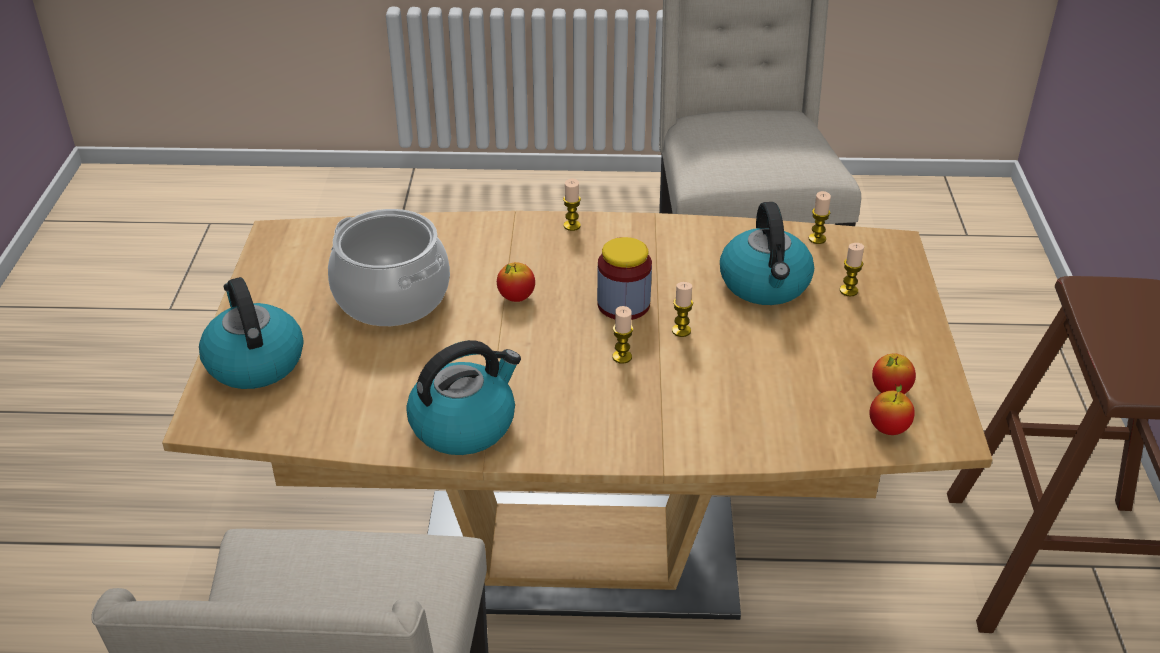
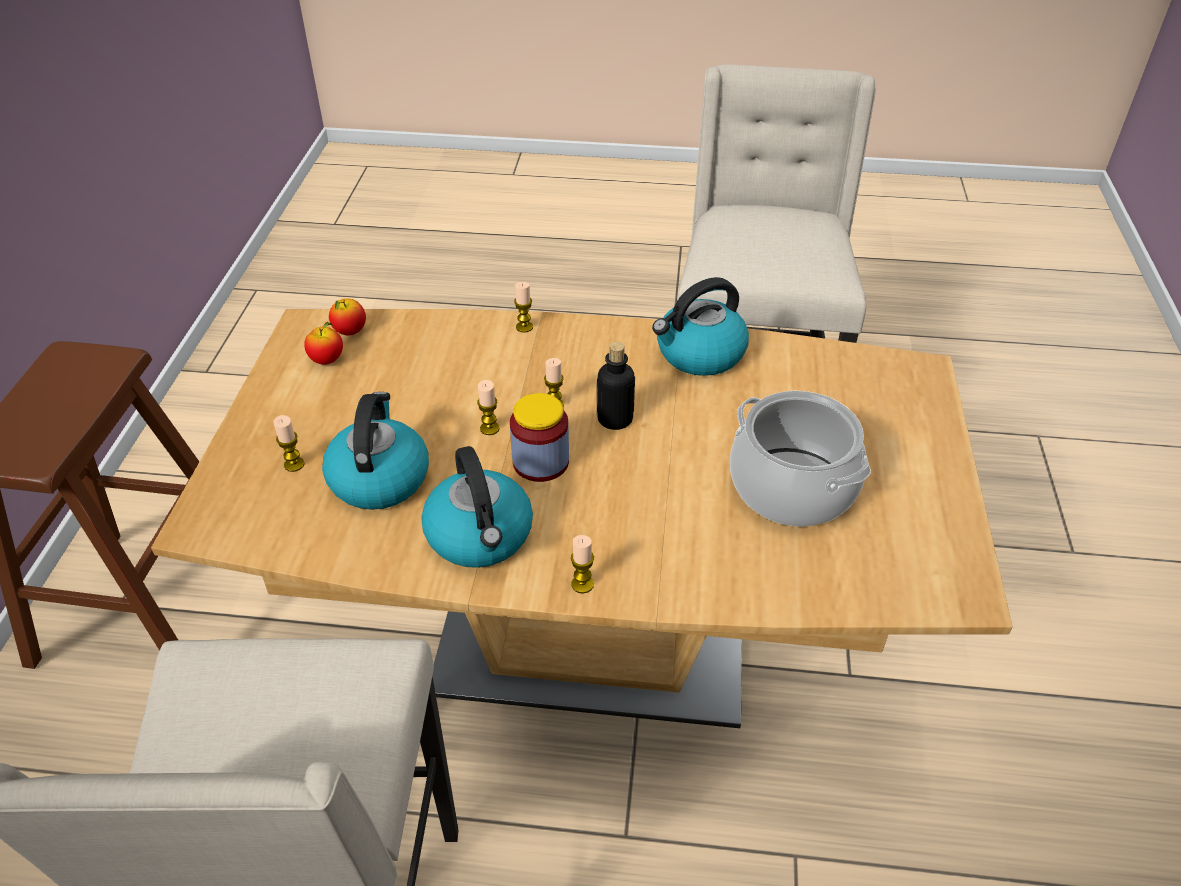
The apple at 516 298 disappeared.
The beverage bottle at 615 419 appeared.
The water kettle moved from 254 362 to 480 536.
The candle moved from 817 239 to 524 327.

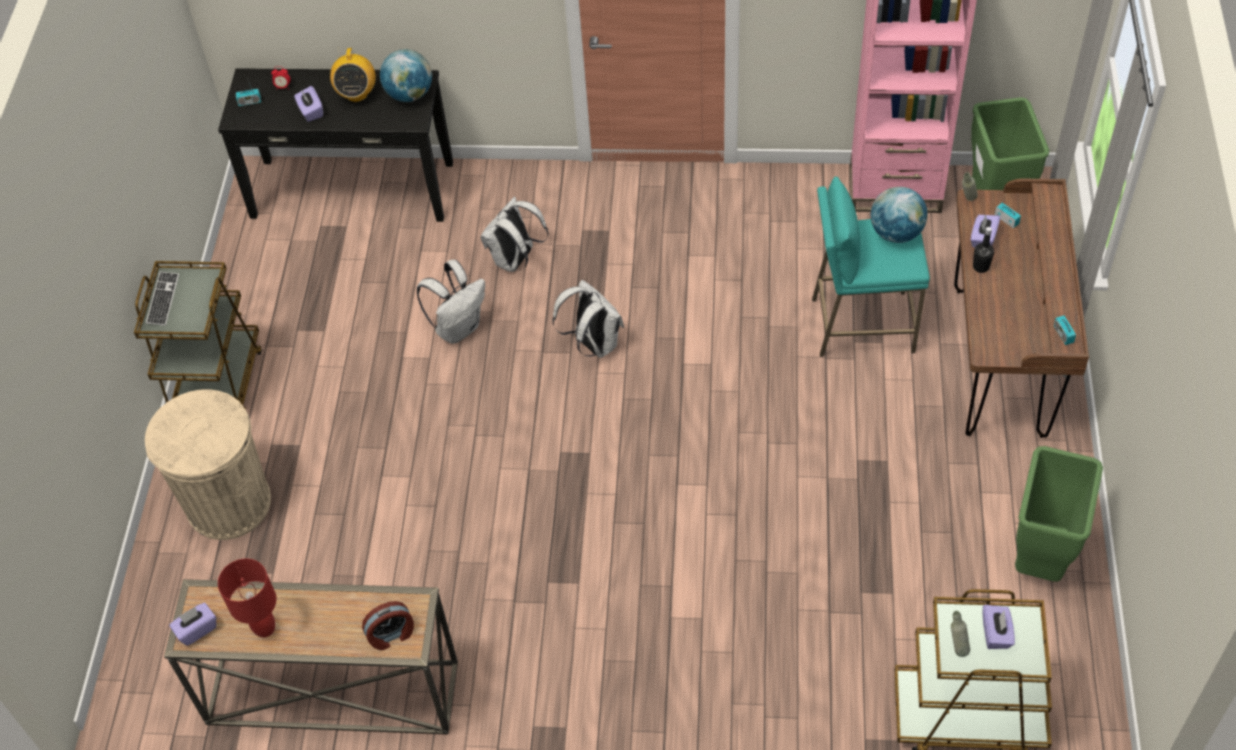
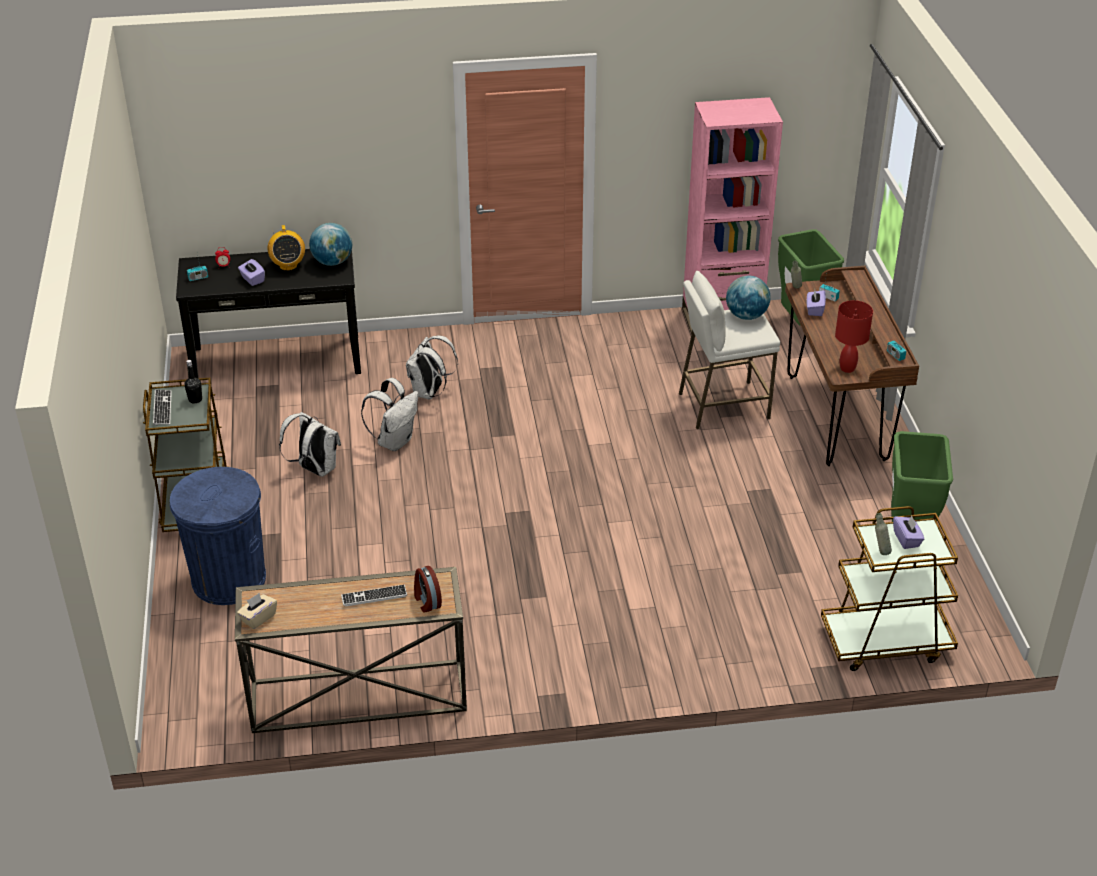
The PC keyboard at 374 596 appeared.
The red table lamp moved from 265 628 to 847 368.
The whitish knapsack moved from 593 344 to 315 469.
The black-coloured beverage bottle moved from 981 267 to 195 399.
The sand-coloured rubbish bin at 229 503 became the blue-coloured rubbish bin at 229 579.
The purple-coloured tissue box at 197 629 became the sand-coloured tissue box at 258 618.
The blue-green stool seat at 862 325 became the whitish stool seat at 723 406.
The bedside clock at 391 635 turned 105 degrees clockwise.

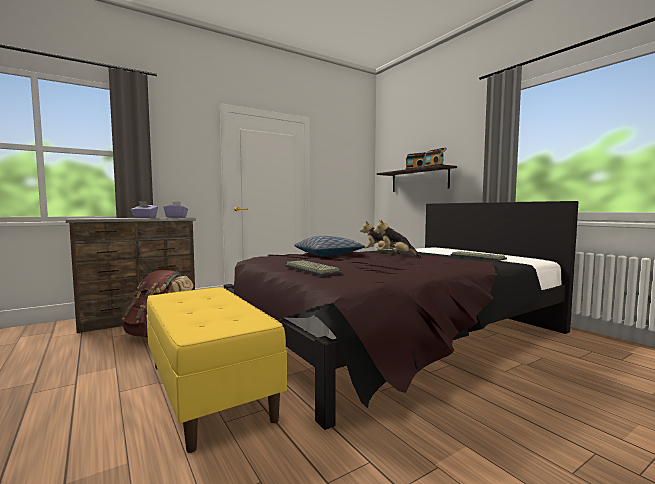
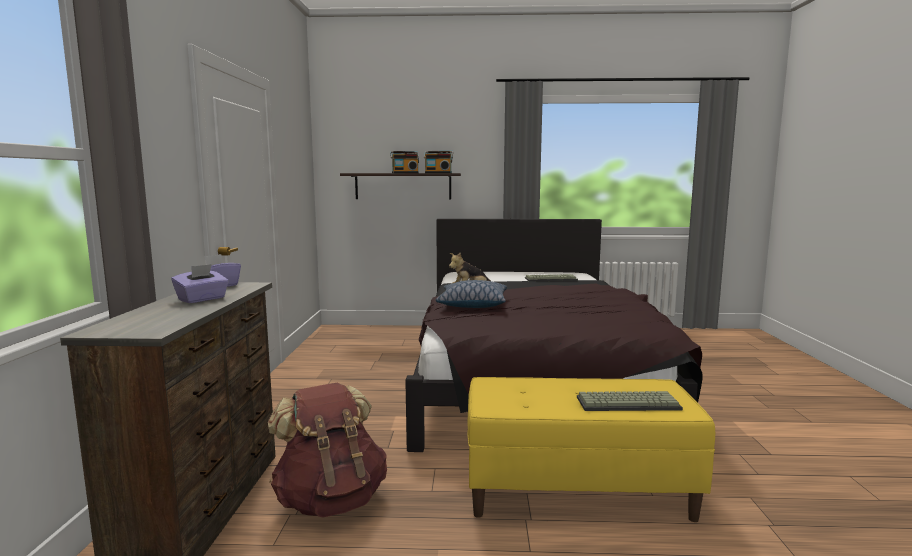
The plush toy at 395 255 disappeared.
The PC keyboard moved from 312 269 to 628 403.

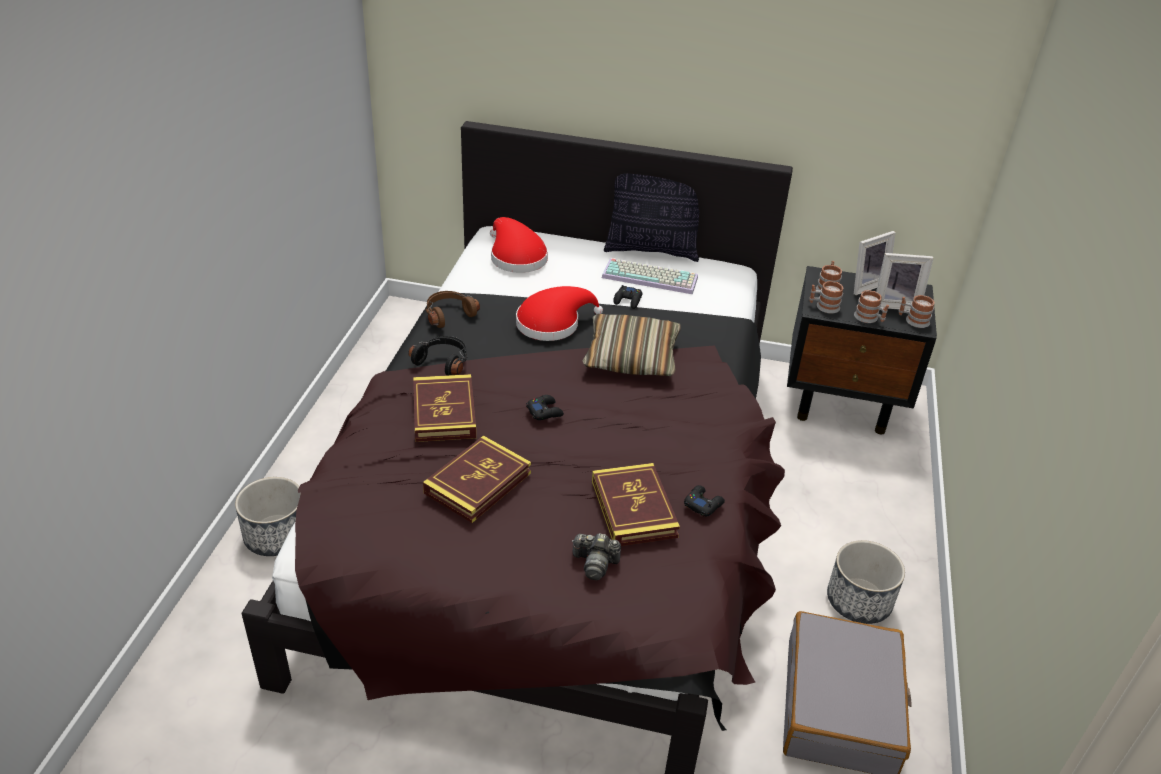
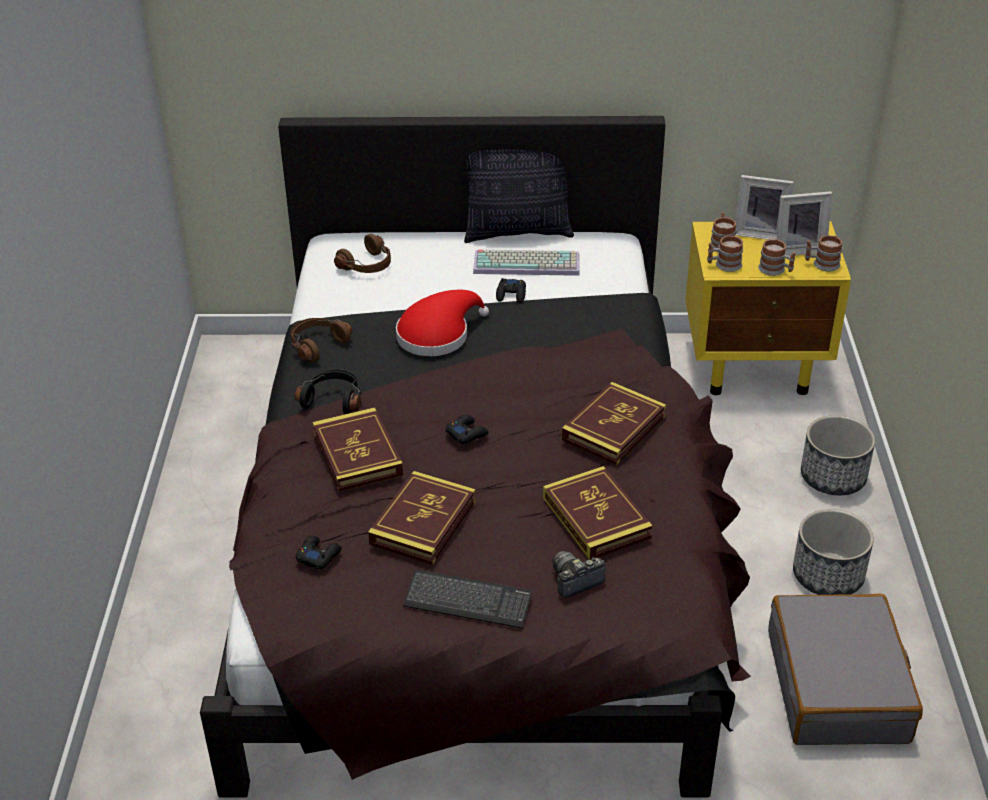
The throw pillow at 631 357 disappeared.
The PC keyboard at 468 601 appeared.
The volume at 613 428 appeared.
The planter moved from 277 536 to 833 477.
The black-coloured joypad moved from 703 504 to 318 556.
The red wearable hat at 516 257 was replaced by the brown-coloured headset at 368 266.
The black-coloured night table at 843 402 became the yellowish night table at 755 367.
The still camera at 595 563 turned 150 degrees clockwise.
The picture frame at 864 284 turned 60 degrees clockwise.

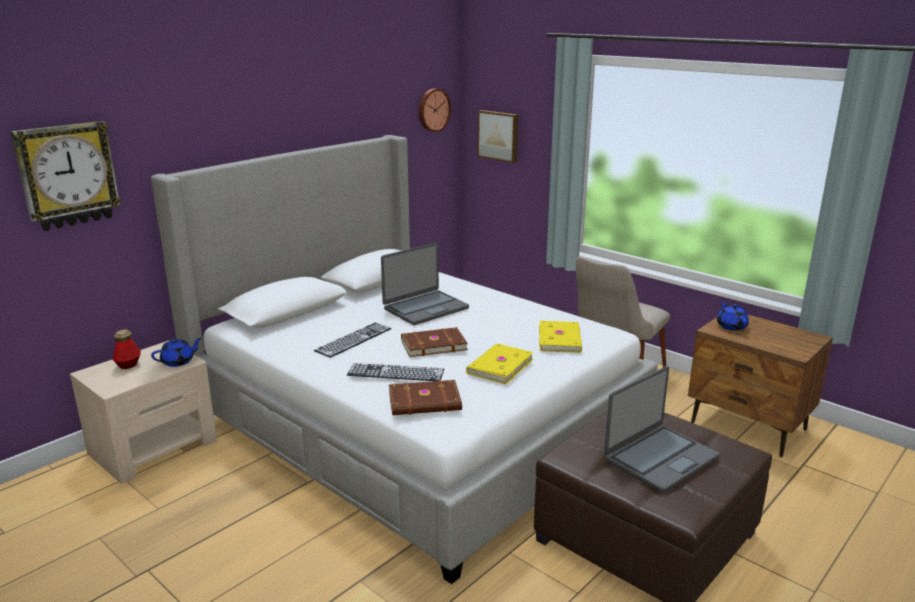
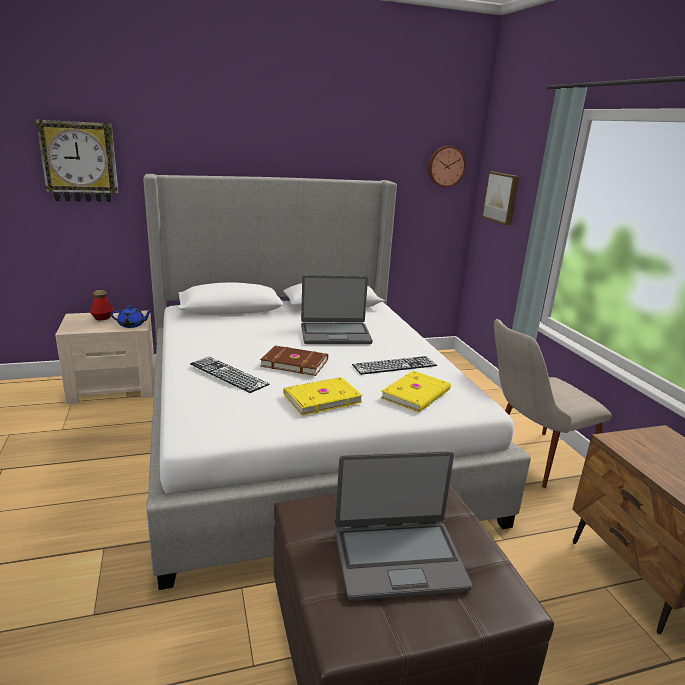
The brown-coloured volume at 425 402 disappeared.
The blue-coloured tea pot at 731 326 disappeared.
The PC keyboard moved from 354 339 to 394 365.

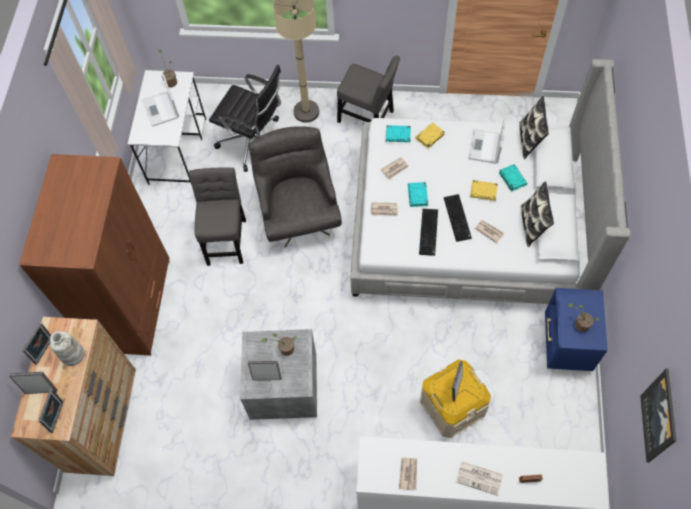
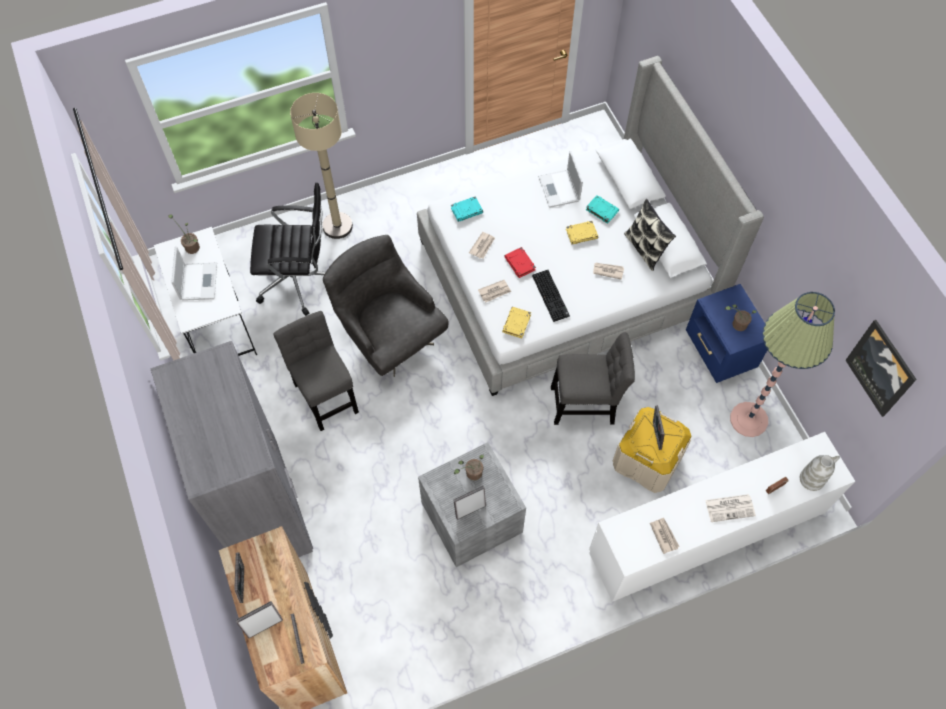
The PC keyboard at 458 218 disappeared.
The throw pillow at 529 140 disappeared.
The floor lamp at 748 419 appeared.
The whitish vase moved from 73 354 to 812 479.
The grey chair moved from 368 118 to 586 404.
The yellowish volume moved from 430 137 to 516 324.
The brown-coloured clothes cupboard at 134 305 became the grey clothes cupboard at 263 507.
The blue-green volume at 418 196 became the red volume at 520 264.
The portable computer at 161 109 turned 135 degrees counterclockwise.

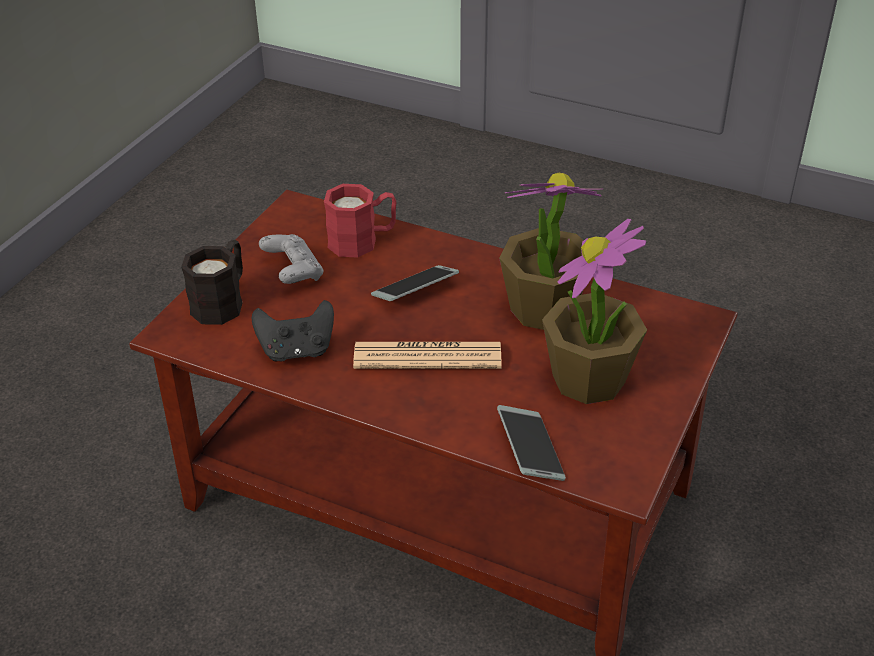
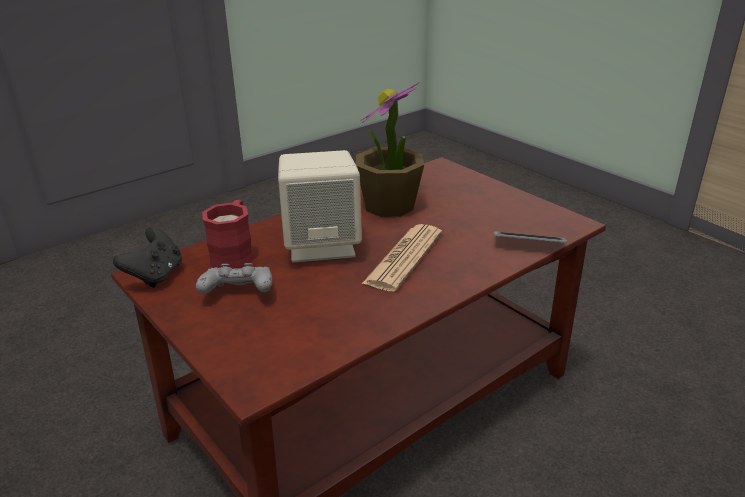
The black-coloured coffee mug at 223 301 disappeared.
The plant in a pot at 589 380 disappeared.
The black-coloured joypad moved from 297 351 to 155 275.
The phone at 415 290 was replaced by the sand-coloured loudspeaker at 322 245.

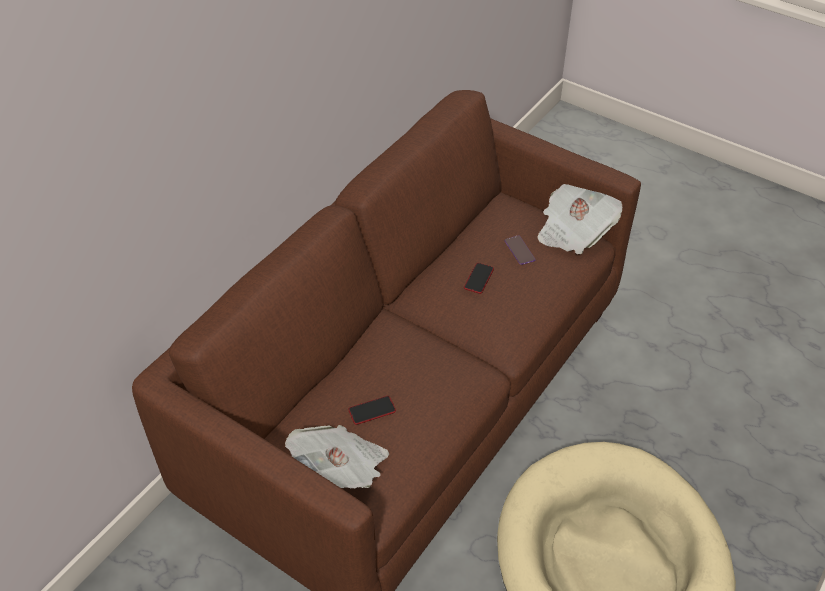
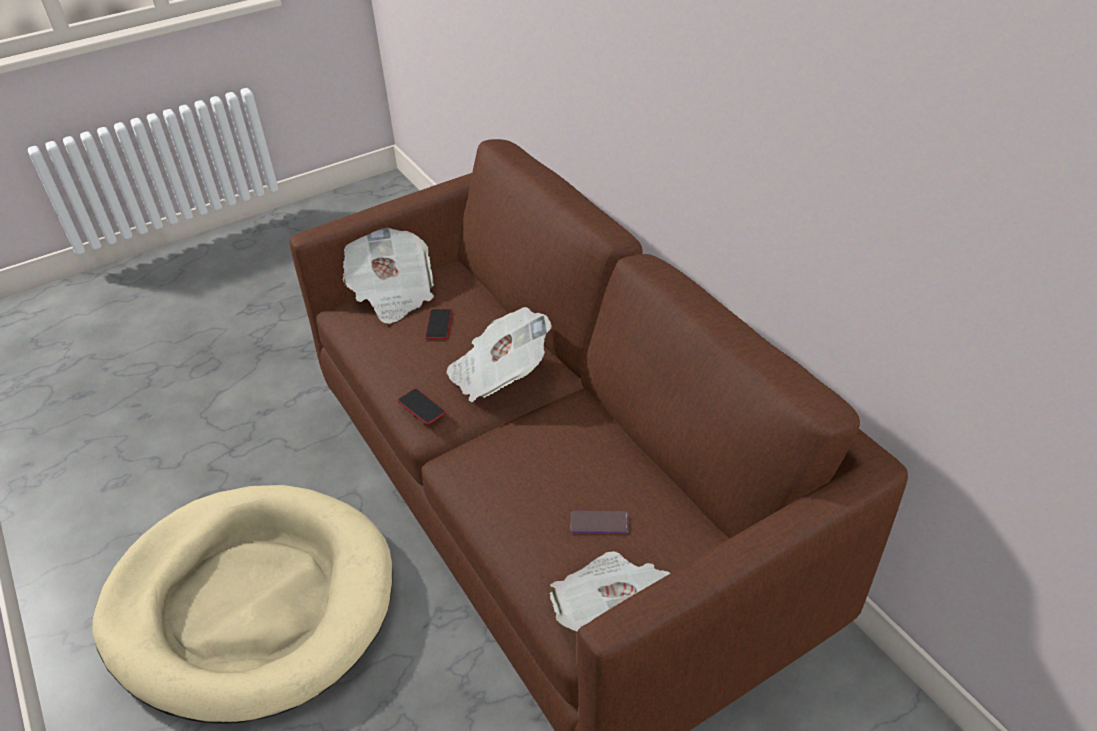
The newspaper at 499 374 appeared.
The phone moved from 478 278 to 421 407.

